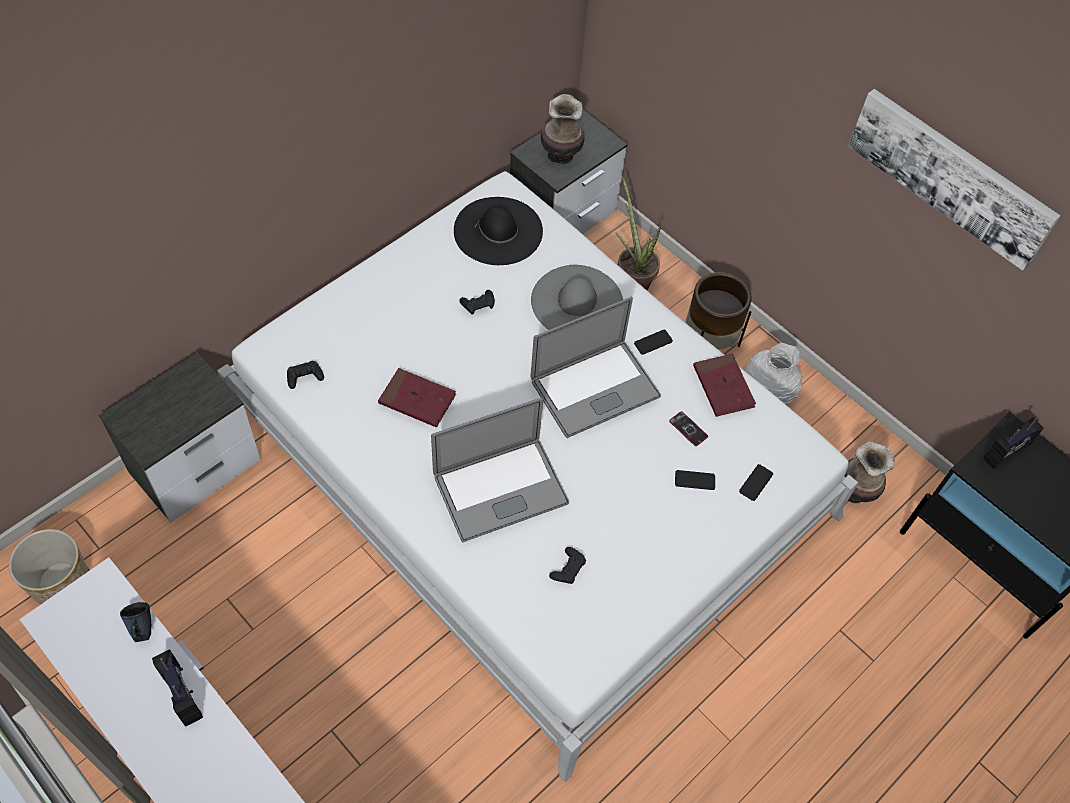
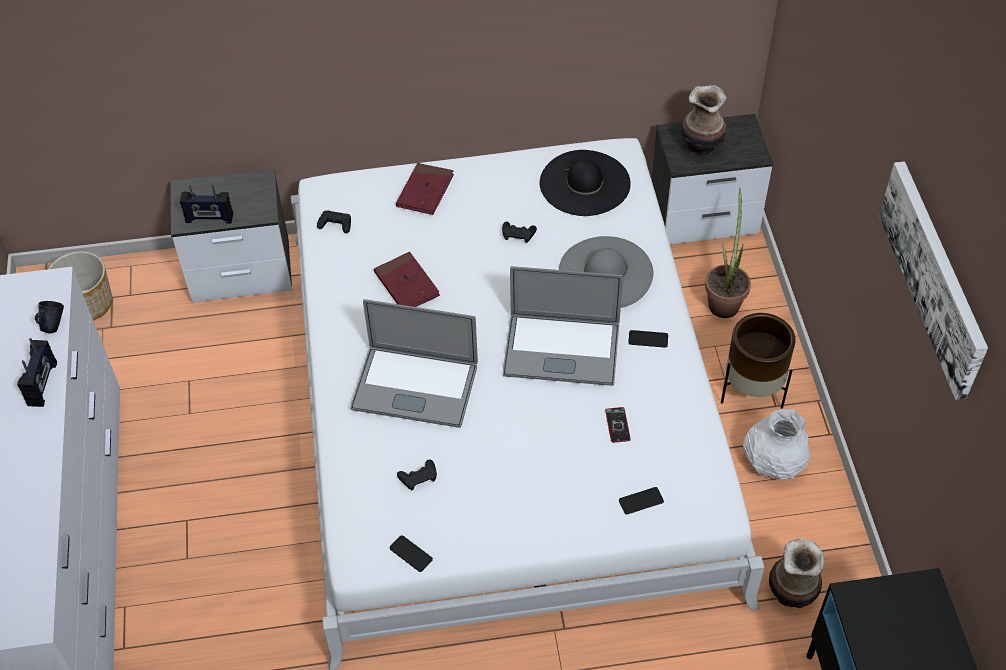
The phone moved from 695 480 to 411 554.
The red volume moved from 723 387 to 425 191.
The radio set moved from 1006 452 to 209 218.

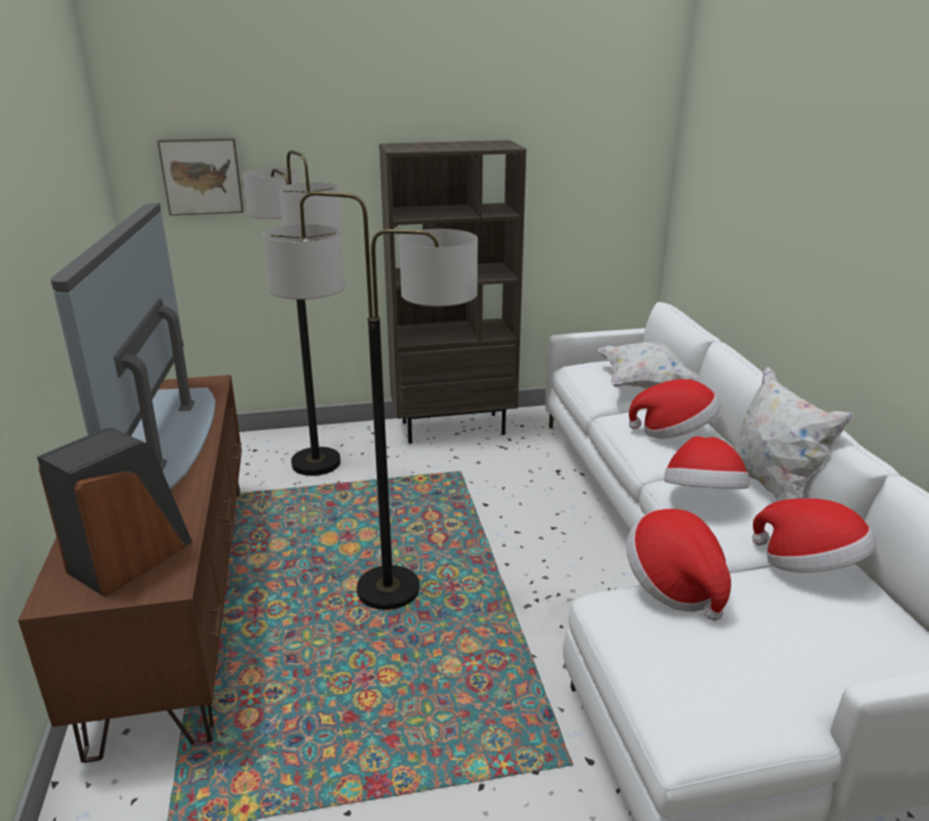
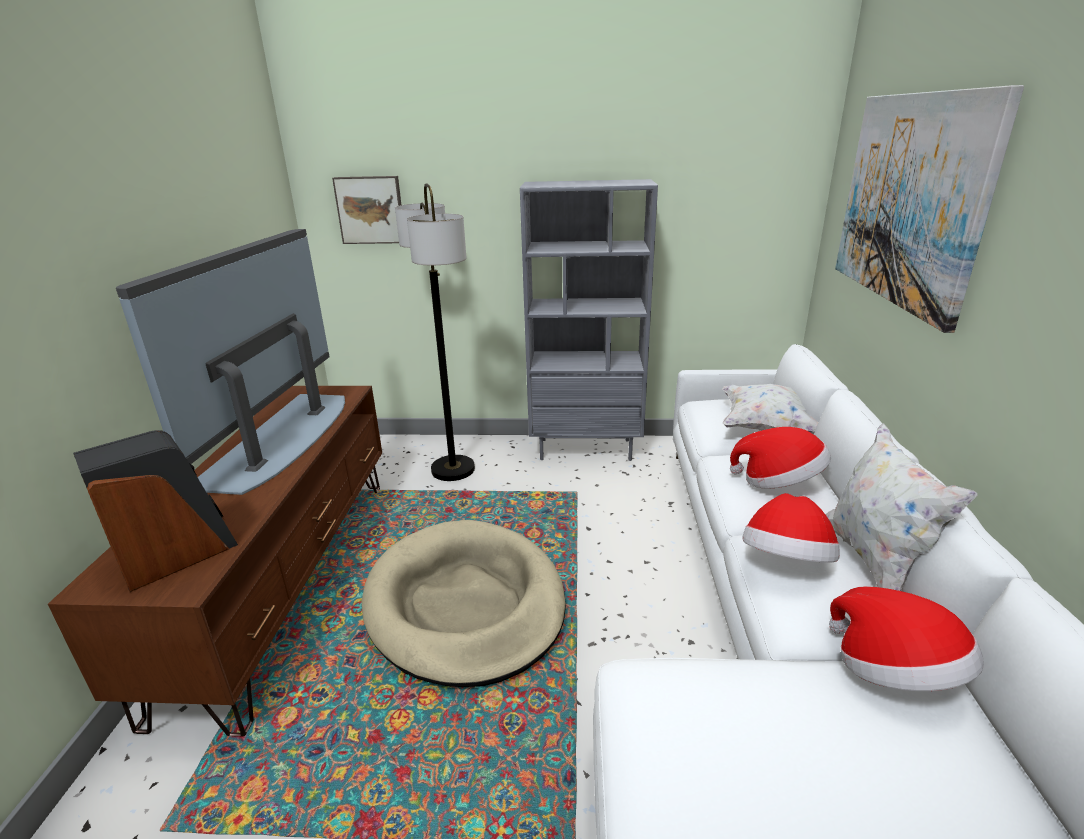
The wearable hat at 674 586 disappeared.
The wall art at 910 200 appeared.
The floor lamp at 388 590 was replaced by the sand-coloured pet bed at 465 604.
The brown-coloured bookcase at 453 427 became the grey bookcase at 586 449.

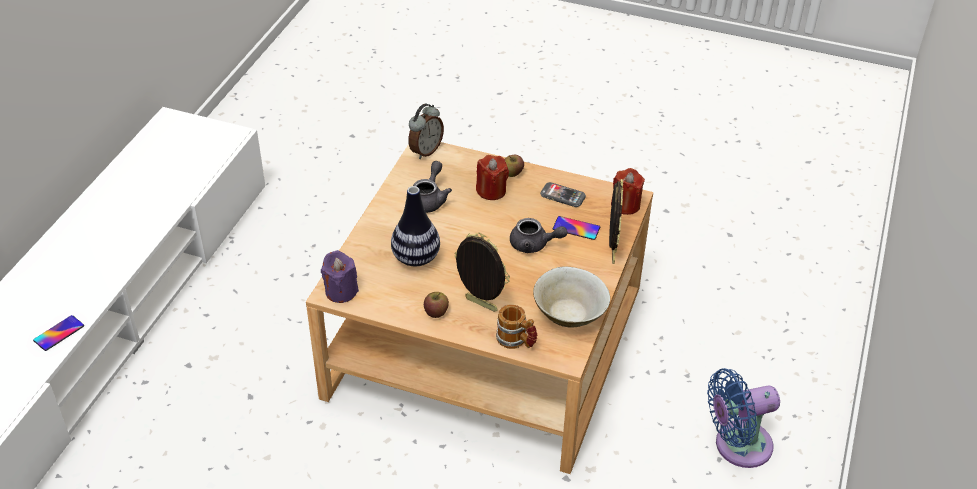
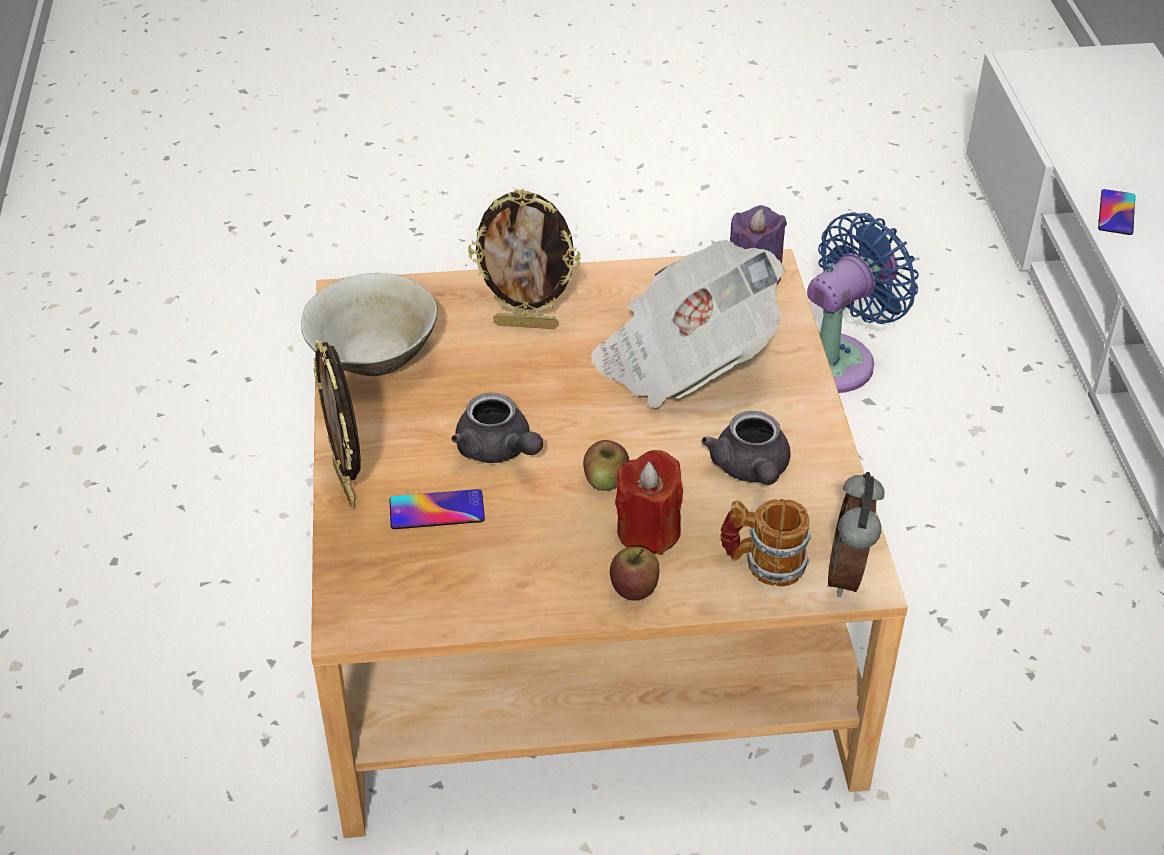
The phone at 562 196 disappeared.
The red candle at 625 205 disappeared.
The apple moved from 436 312 to 606 480.
The coffee mug moved from 516 341 to 763 563.
The blue-coloured cooling fan moved from 737 446 to 838 359.
The vase at 416 258 was replaced by the newspaper at 684 360.
The grey tea pot at 534 245 turned 120 degrees counterclockwise.

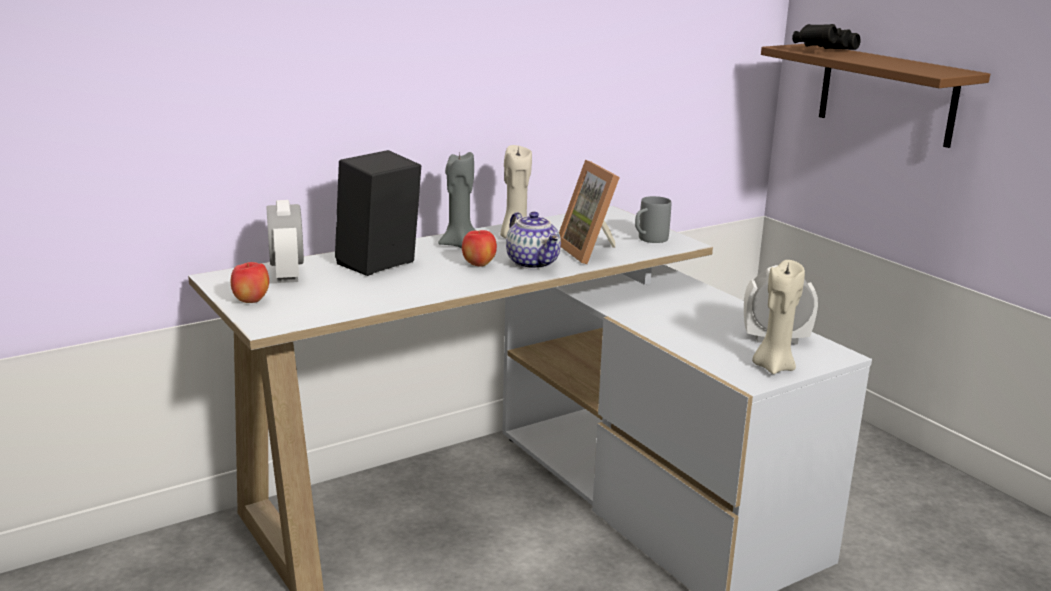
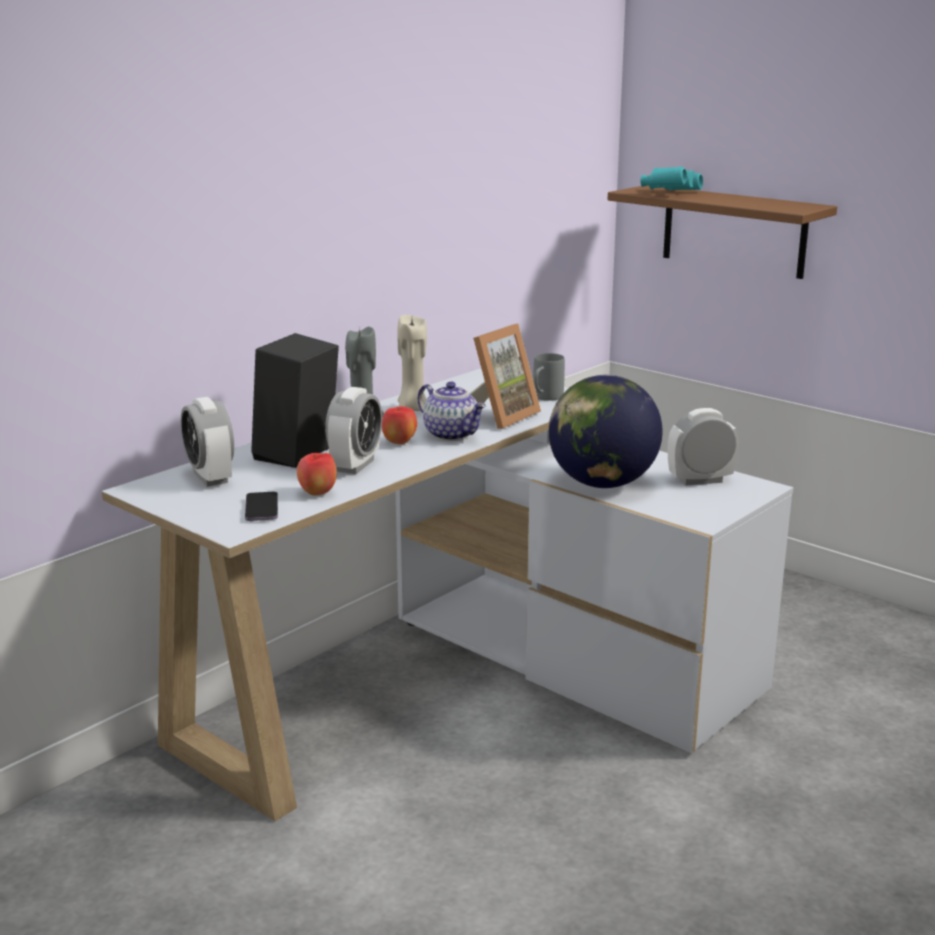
The sand-coloured candle at 773 367 disappeared.
The phone at 262 509 appeared.
The bedside clock at 355 465 appeared.
The desk globe at 603 484 appeared.
The apple moved from 251 301 to 317 493.
The black-coloured pair of binoculars at 822 51 became the blue-green pair of binoculars at 670 193.
The picture frame at 592 252 turned 105 degrees counterclockwise.

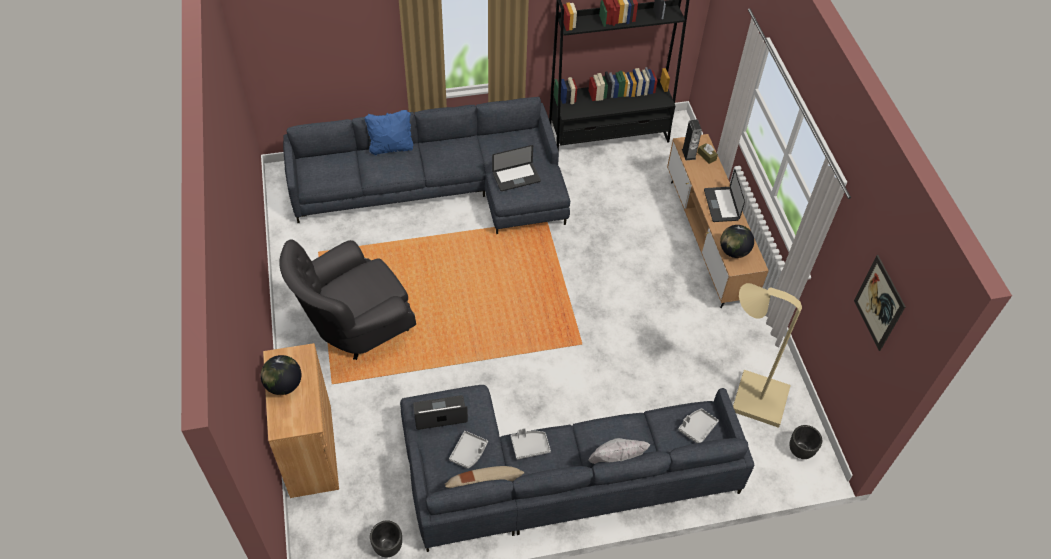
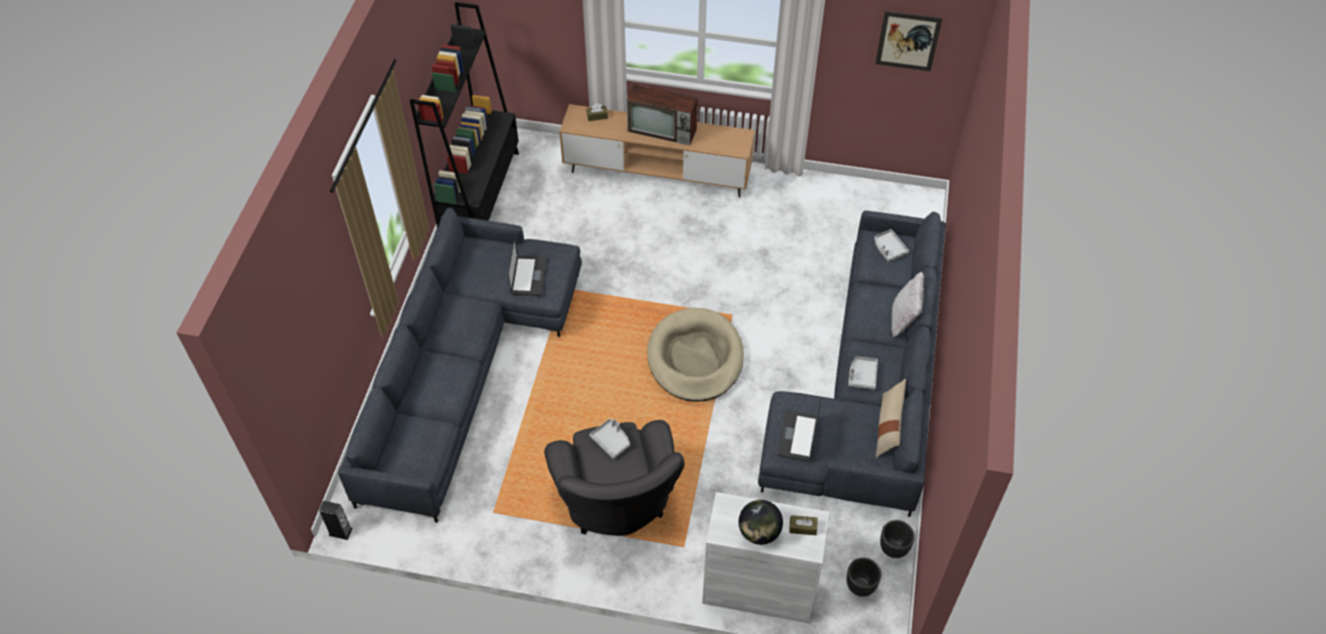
The blue-coloured throw pillow at 391 148 disappeared.
The desk globe at 734 251 disappeared.
The sand-coloured floor lamp at 750 396 disappeared.
The sand-coloured pet bed at 695 358 appeared.
The brown-coloured tissue box at 802 528 appeared.
The grey carrying tray moved from 468 452 to 611 441.
The loudspeaker moved from 688 154 to 340 531.
The black-coloured planter moved from 801 450 to 861 586.
The portable computer at 721 205 was replaced by the TV set at 663 130.
The brown-coloured storage cabinet at 311 450 became the whitish storage cabinet at 759 589.

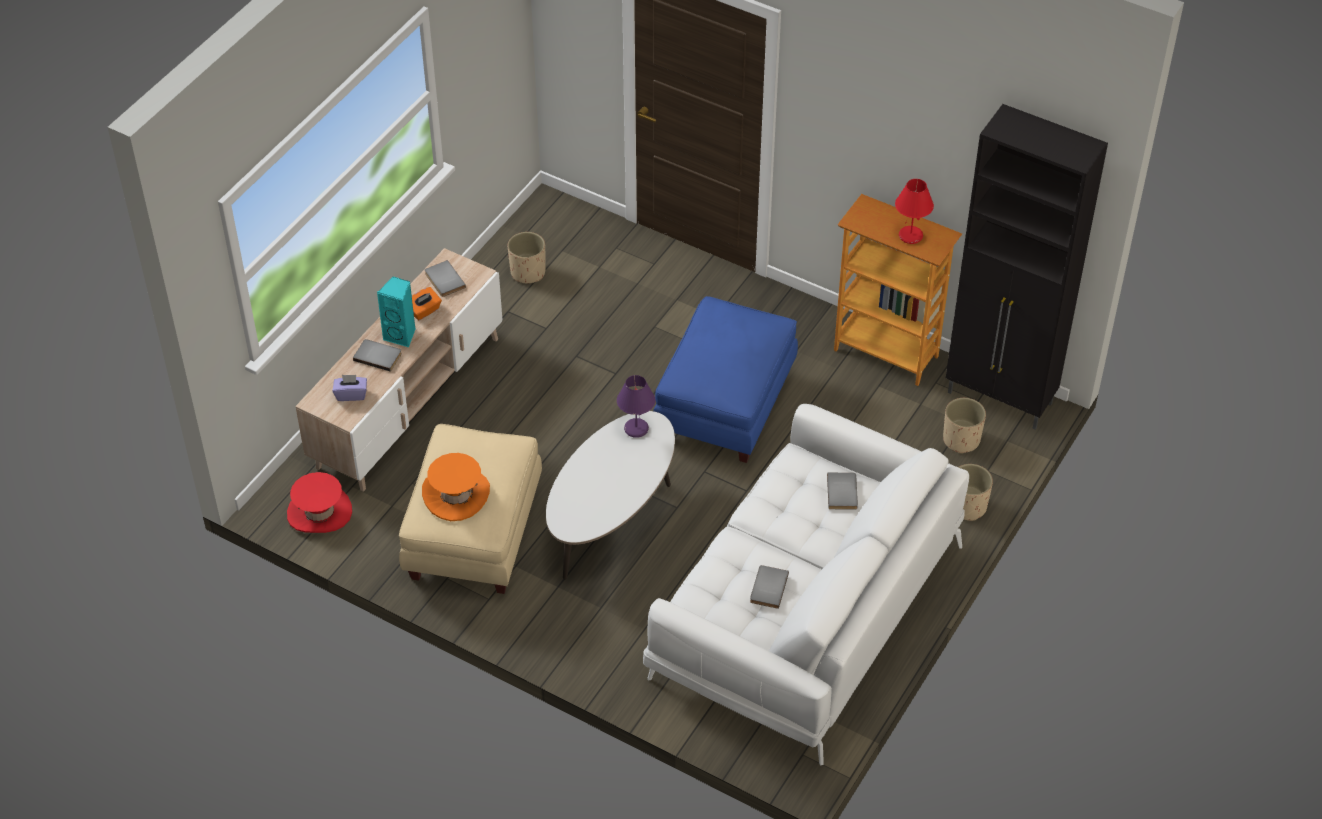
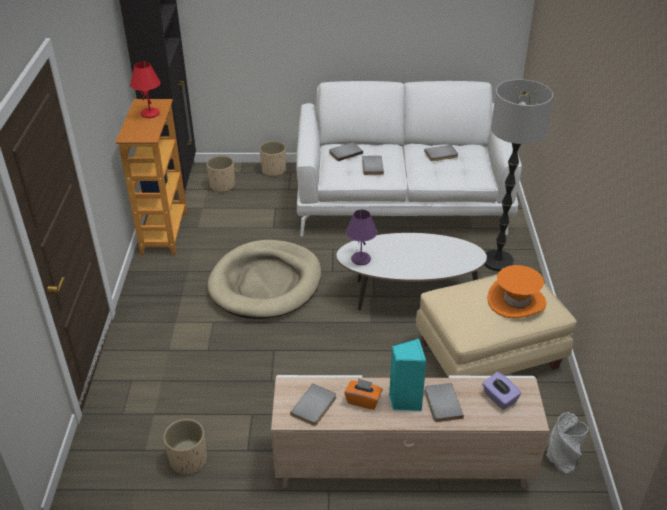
The grey volume at 371 166 appeared.
The floor lamp at 498 262 appeared.
The red wearable hat at 319 512 was replaced by the grey vase at 562 458.
The blue-coloured pouffe at 725 406 was replaced by the sand-coloured pet bed at 266 283.

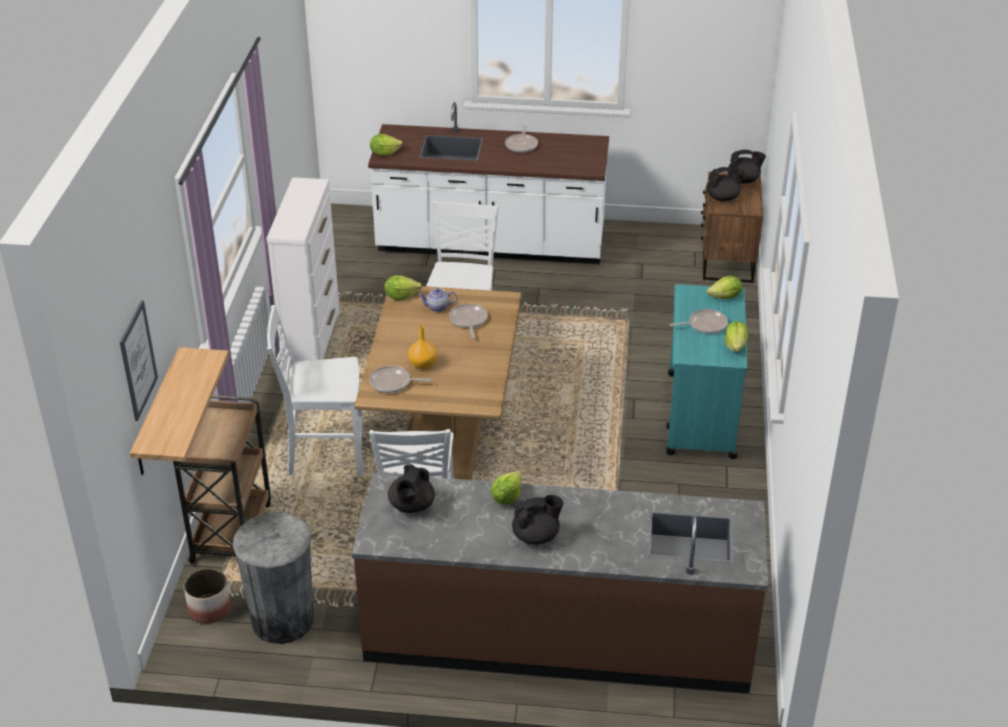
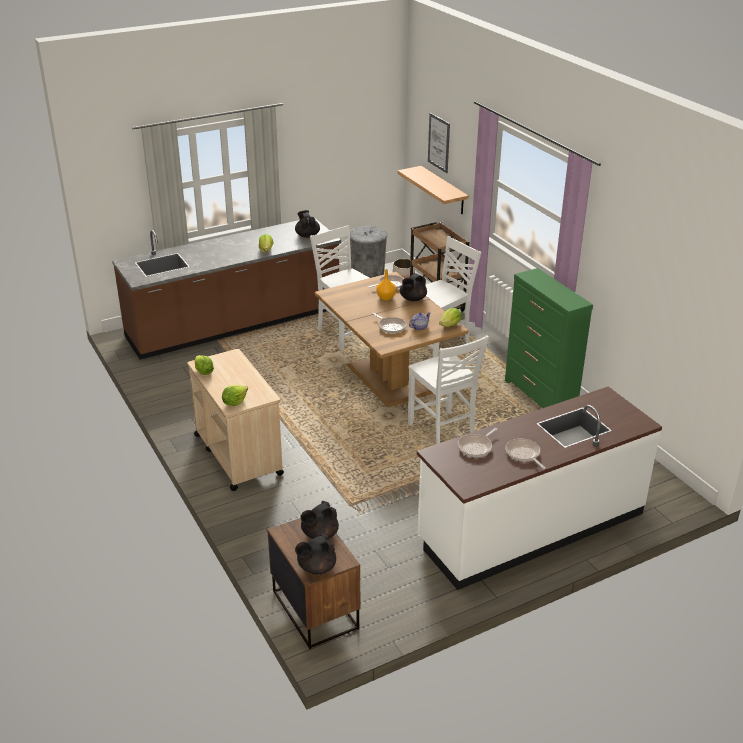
The head of lettuce at 384 153 disappeared.
The black-coloured tea pot moved from 536 536 to 412 299.
The frying pan moved from 705 325 to 476 447.
The whitish dresser at 312 342 became the greenish dresser at 540 398.
The blue-green trolley at 700 416 became the sand-coloured trolley at 238 454.

